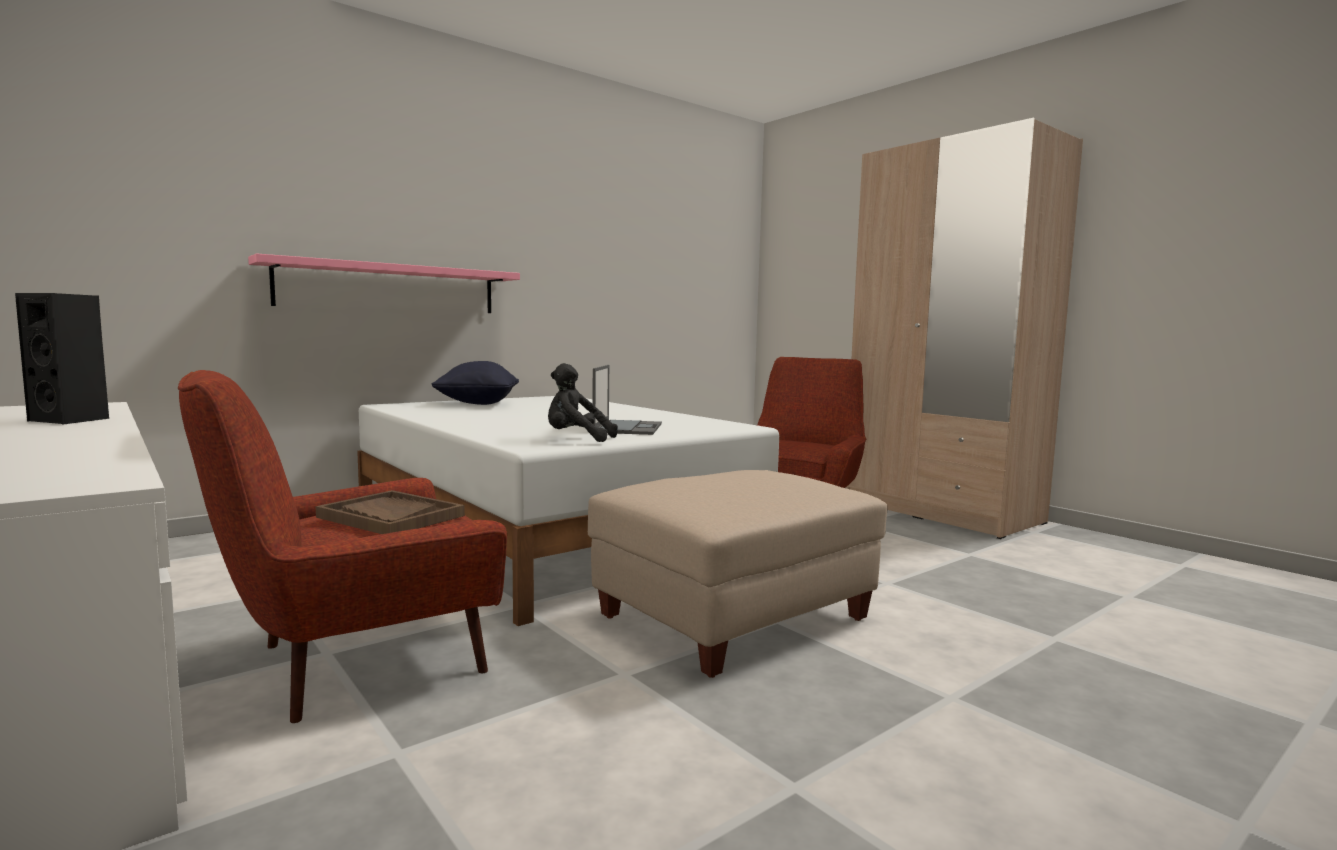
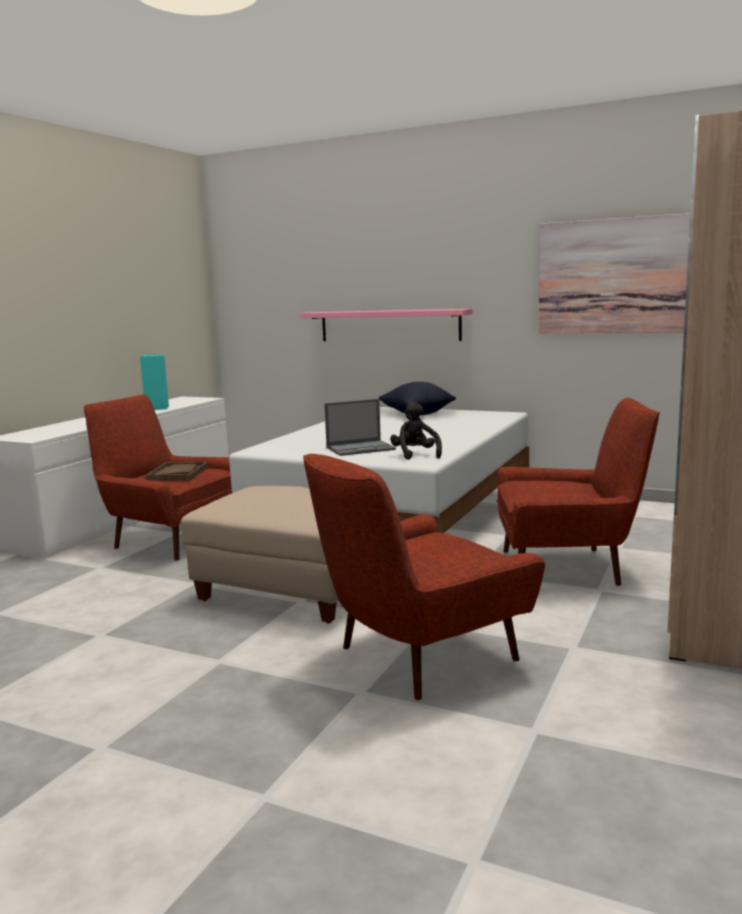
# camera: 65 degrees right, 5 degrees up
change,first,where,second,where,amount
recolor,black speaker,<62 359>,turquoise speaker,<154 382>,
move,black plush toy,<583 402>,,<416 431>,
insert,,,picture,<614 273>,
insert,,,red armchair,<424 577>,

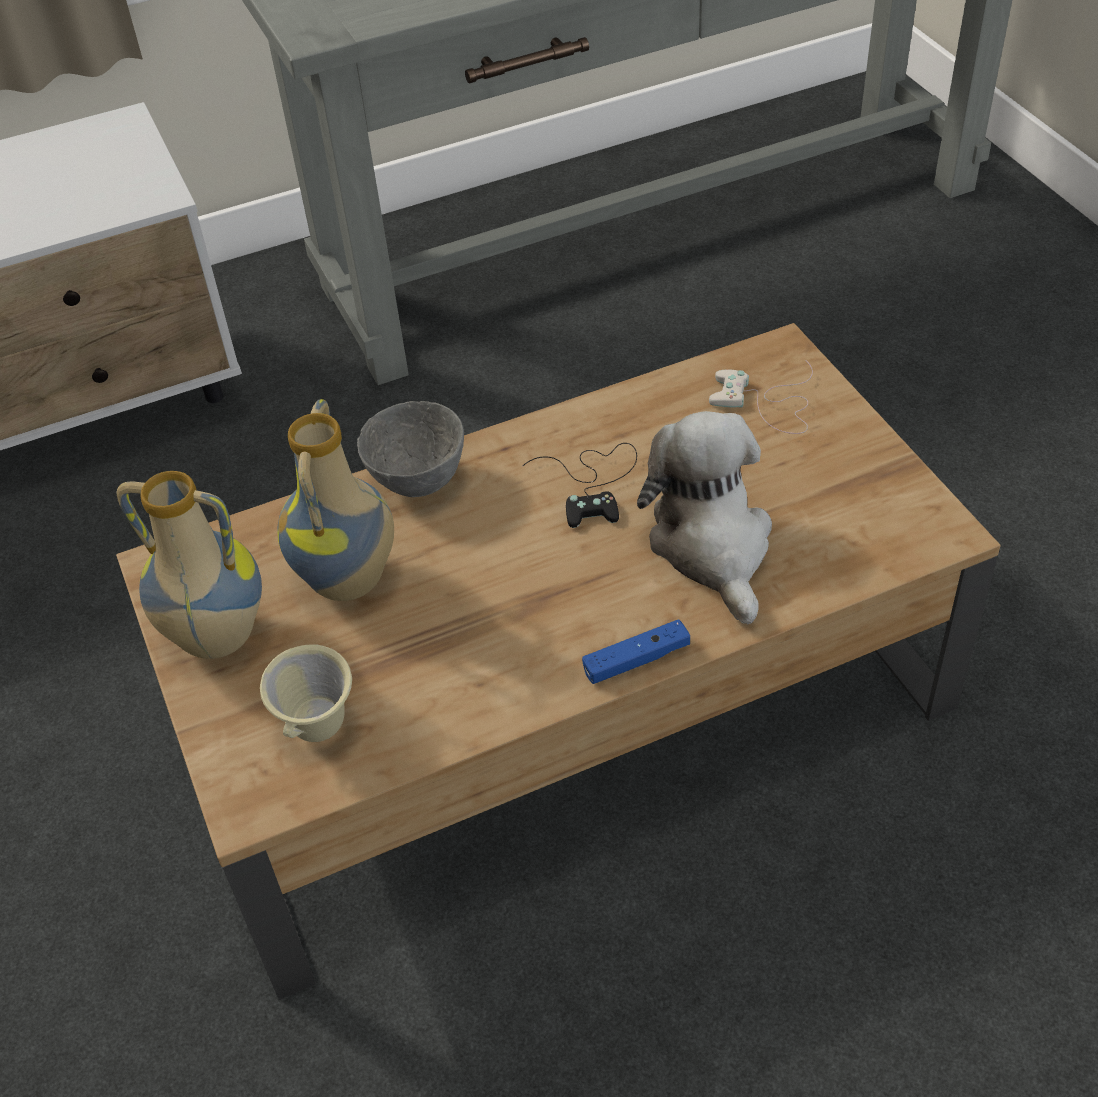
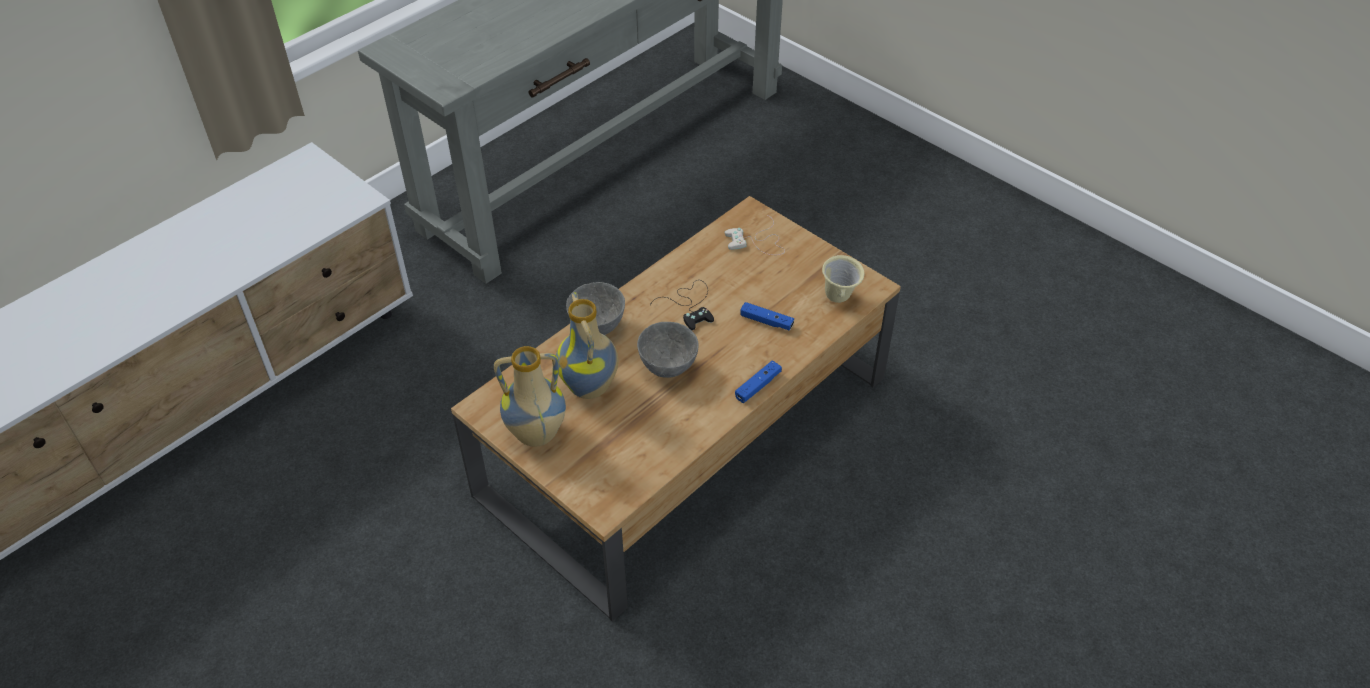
# camera: 25 degrees left, 0 degrees up
change,first,where,second,where,amount
replace,plush toy,<704 518>,blue game controller,<767 316>,
move,beige mug,<306 693>,,<843 279>,
insert,,,grey bowl,<668 350>,

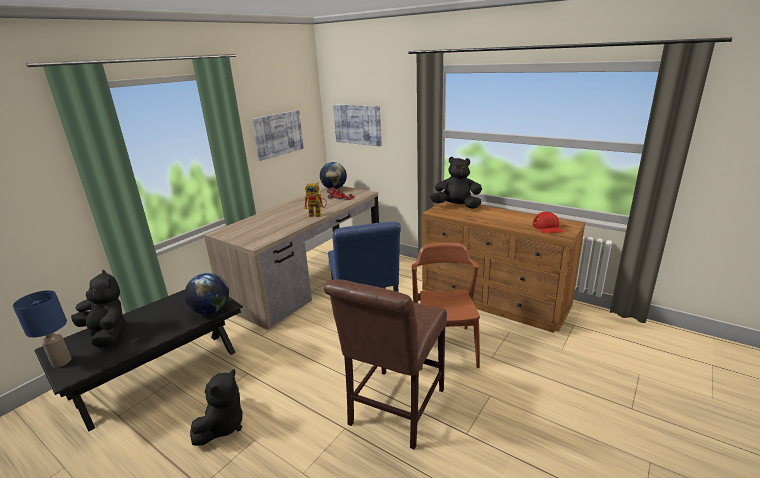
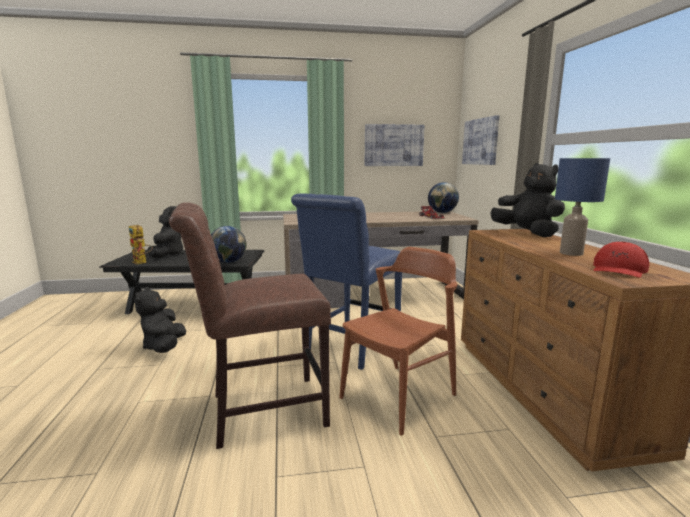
# camera: 45 degrees right, 10 degrees down
change,first,where,second,where,amount
move,toy robot,<315 199>,,<141 245>,
move,blue table lamp,<42 329>,,<582 207>,
rotate,black plush toy,<216 407>,,<160 320>,105 degrees clockwise

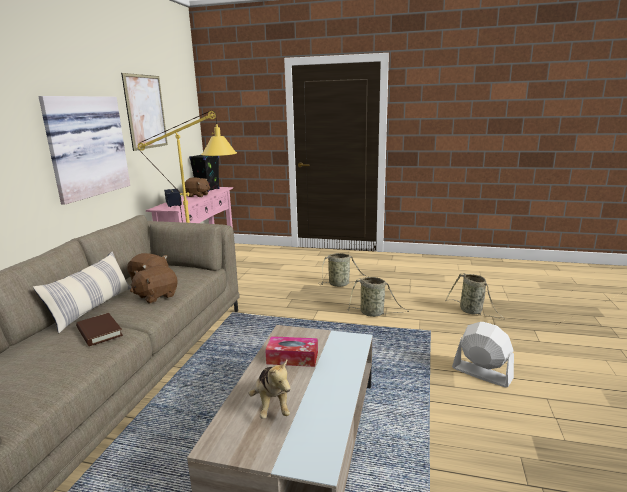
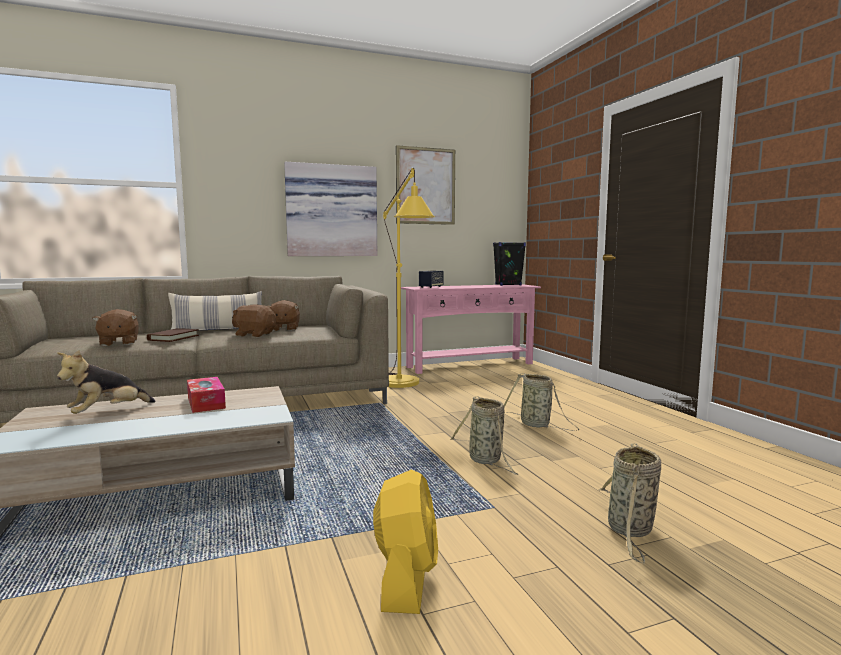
# camera: 55 degrees right, 10 degrees down
change,first,where,second,where,amount
move,brown plush toy,<197 187>,,<115 327>,
recolor,white fan,<483 354>,yellow fan,<405 541>,

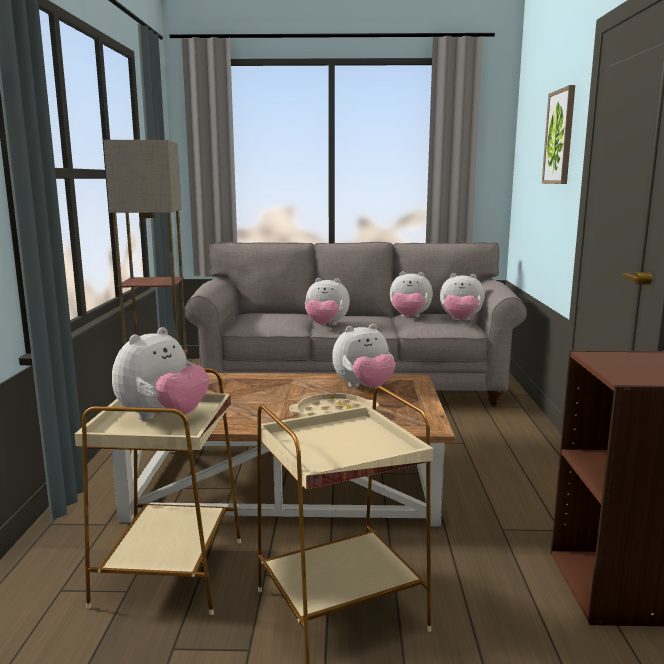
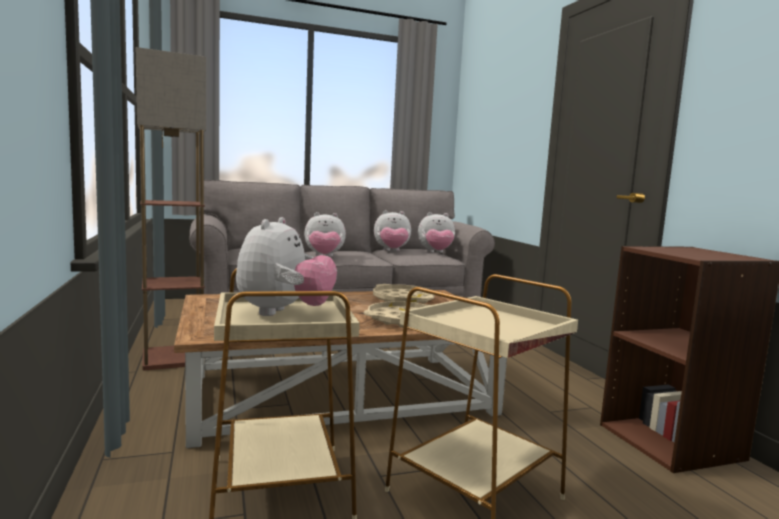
# camera: 20 degrees left, 5 degrees down
change,first,where,second,where,amount
delete,picture,<558 134>,,,
replace,plush toy,<364 356>,beige tray,<404 294>,

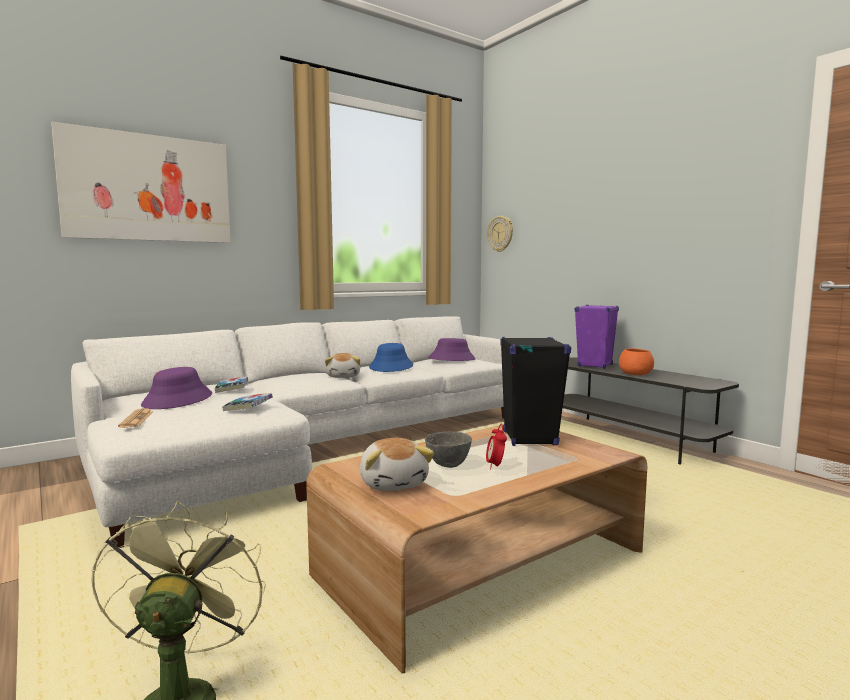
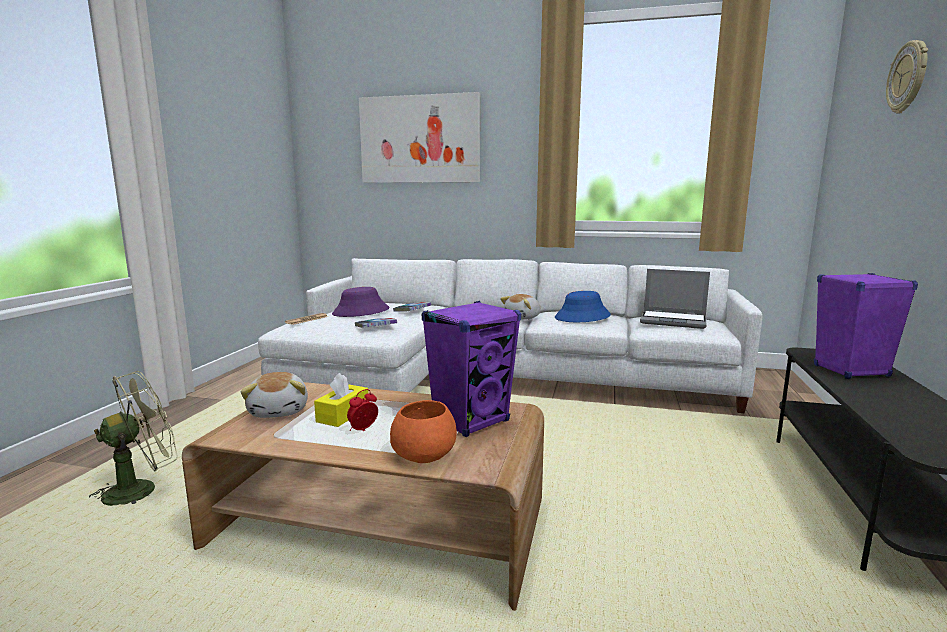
# camera: 50 degrees right, 5 degrees up
change,first,where,second,where,amount
move,wall clock,<500 234>,,<907 77>,
recolor,black speaker,<536 391>,purple speaker,<471 369>,
replace,purple hat,<452 349>,laptop,<675 299>,
move,orange bowl,<636 361>,,<423 431>,
replace,grey bowl,<448 450>,yellow tissue box,<341 400>,
rotate,plush toy,<397 464>,,<274 395>,45 degrees counterclockwise

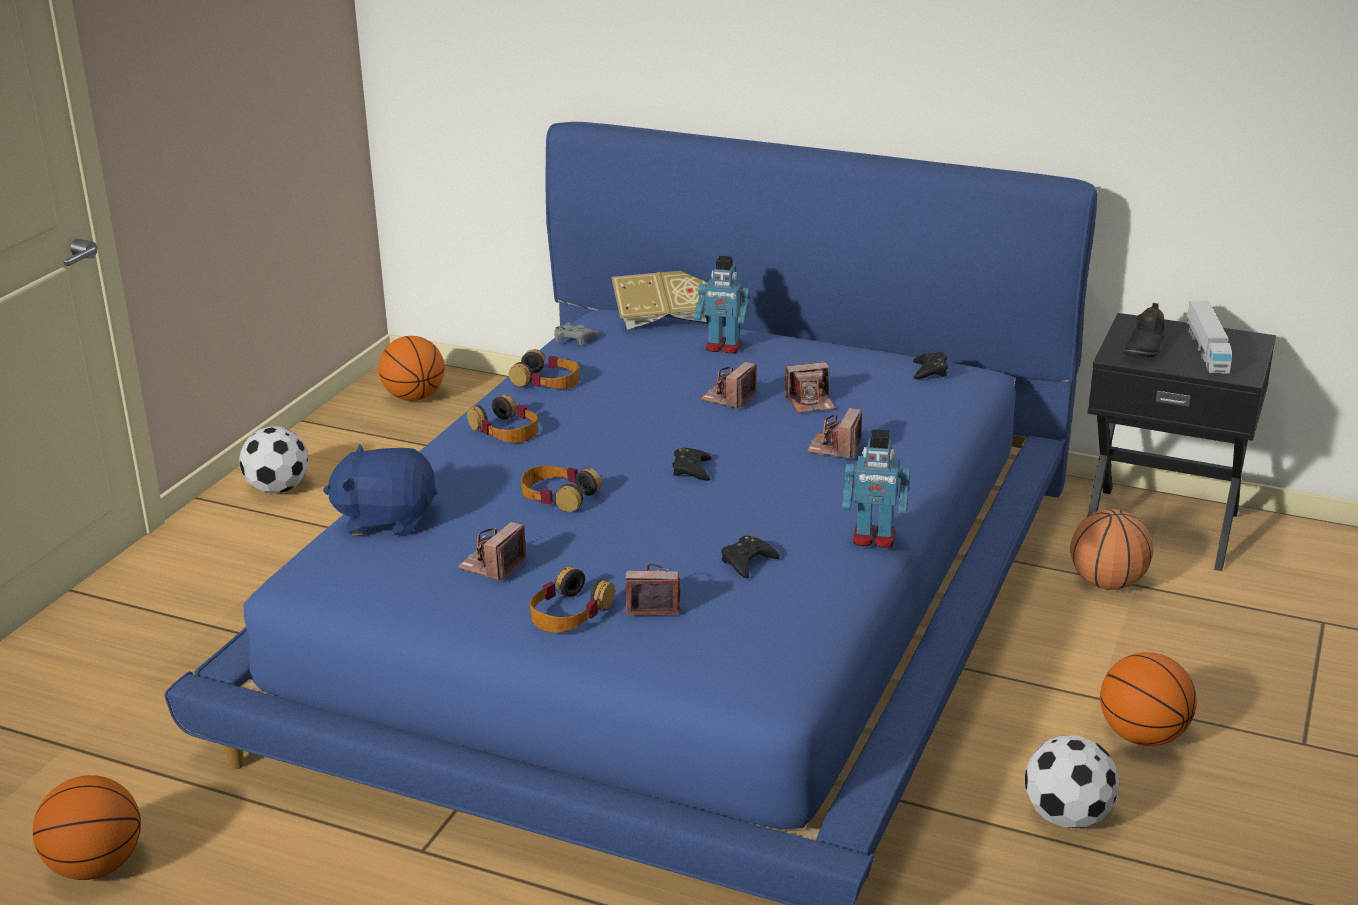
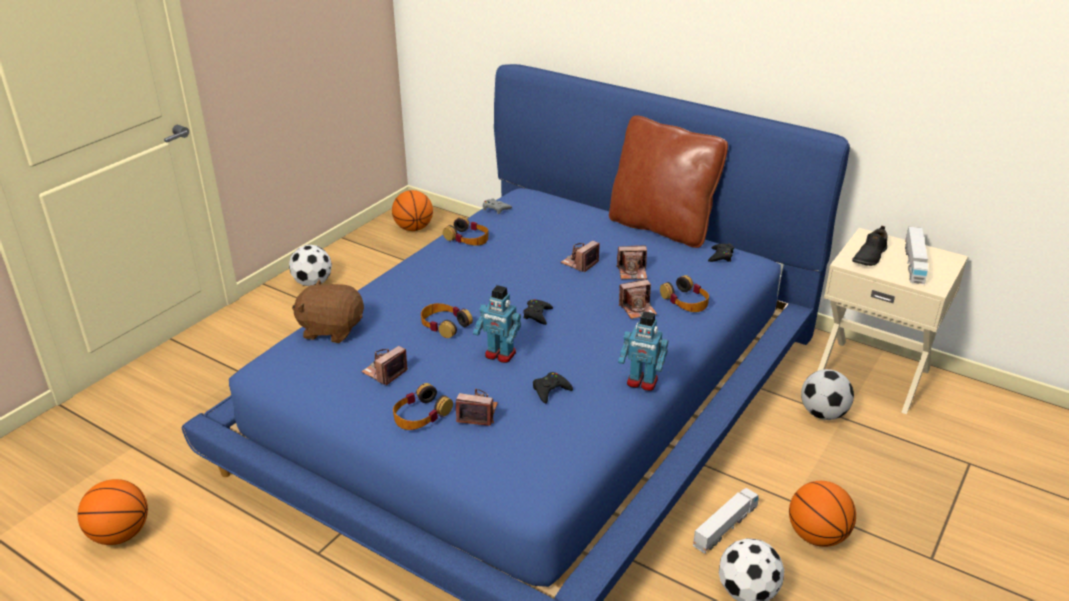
# camera: 10 degrees right, 5 degrees up
change,first,where,second,where,amount
move,toy robot,<722 305>,,<497 324>,
delete,book,<659 300>,,,
recolor,black nightstand,<1181 442>,beige nightstand,<892 321>,
move,headphones,<502 419>,,<684 293>,
rotate,photo camera,<834 433>,,<638 299>,135 degrees counterclockwise
recolor,blue plush toy,<380 490>,brown plush toy,<328 311>,
replace,basketball,<1112 549>,football,<827 394>,
insert,,,brown pillow,<668 181>,
insert,,,toy truck,<725 521>,

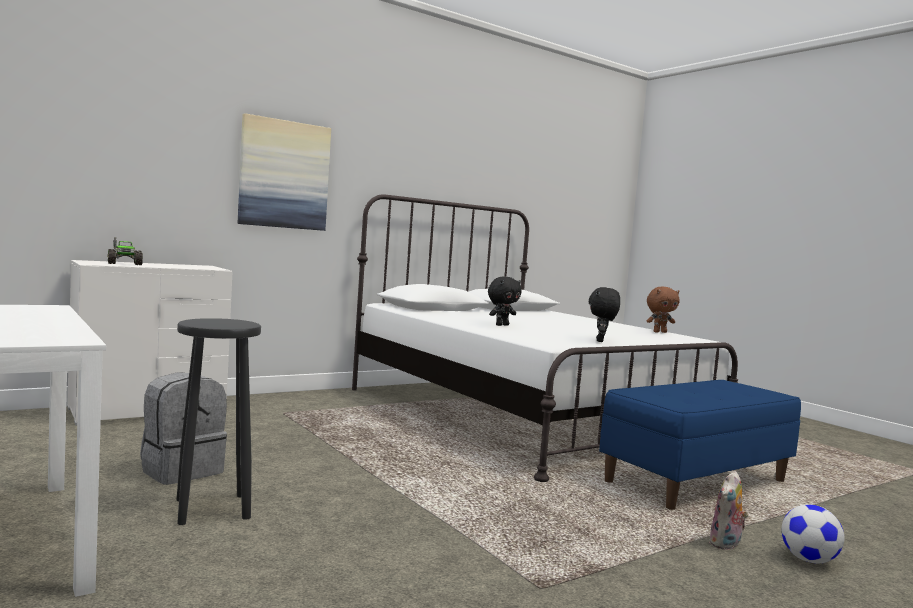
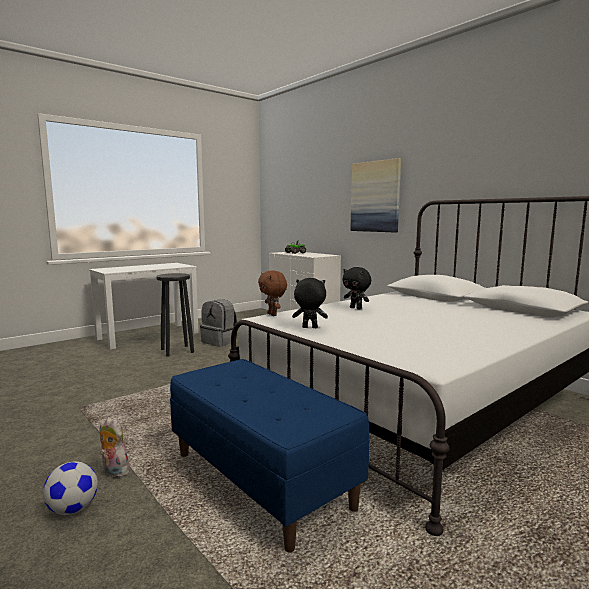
# camera: 85 degrees right, 5 degrees up
change,first,where,second,where,amount
move,brown plush toy,<662 310>,,<272 293>,

